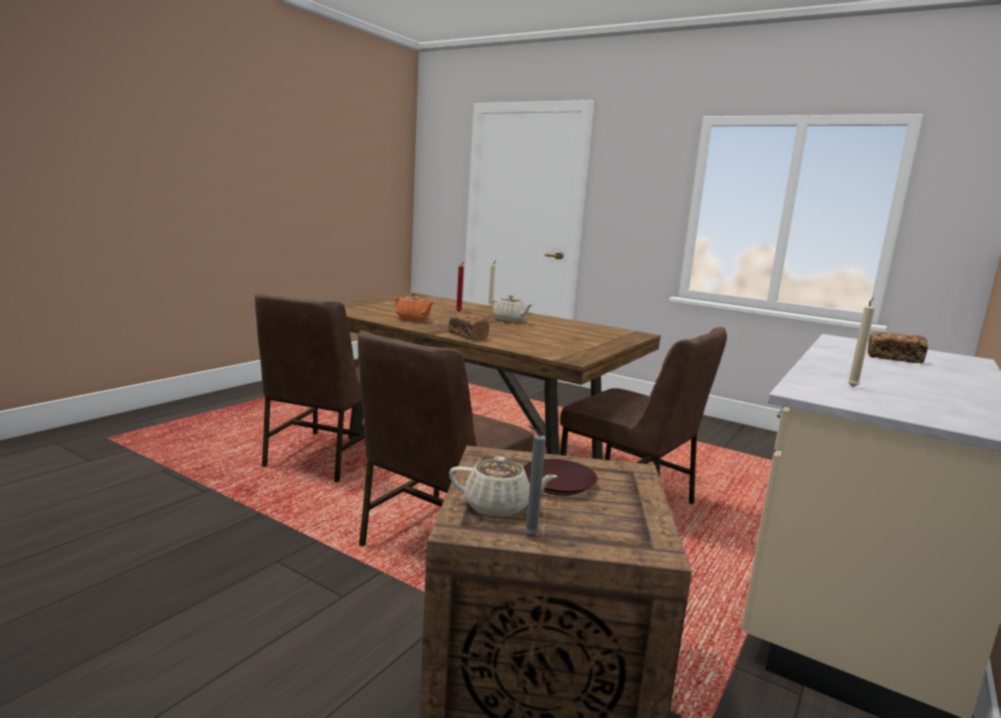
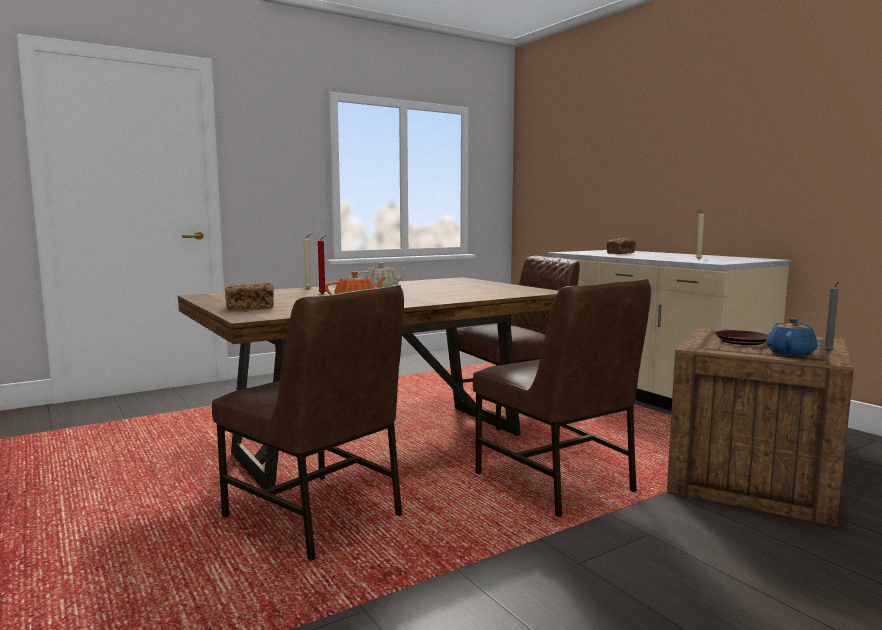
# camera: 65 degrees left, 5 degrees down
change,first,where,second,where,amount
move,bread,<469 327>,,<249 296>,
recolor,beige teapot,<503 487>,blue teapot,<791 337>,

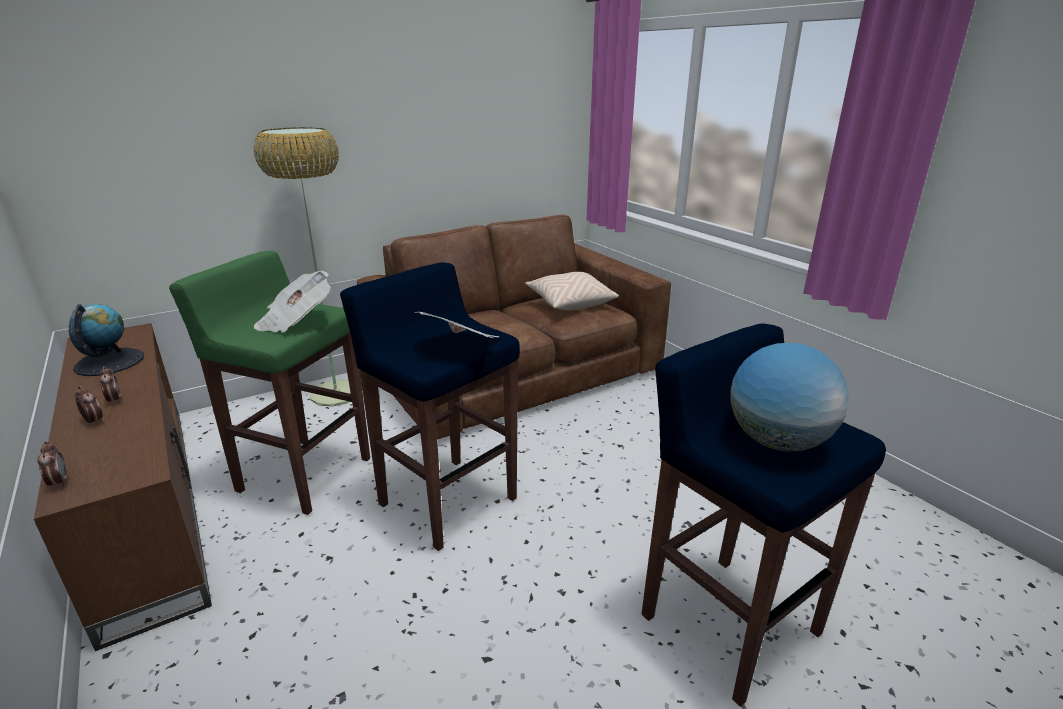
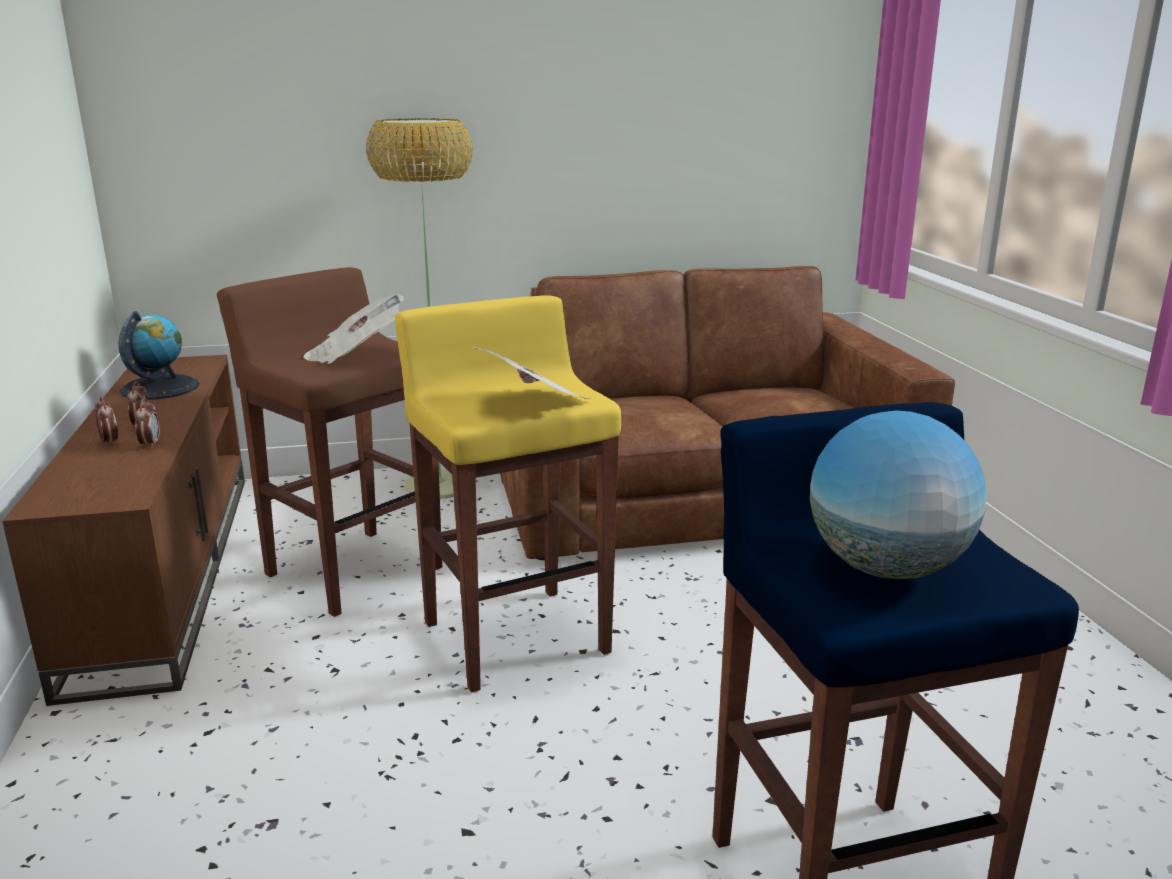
# camera: 20 degrees right, 5 degrees down
change,first,where,second,where,amount
recolor,green stool,<269 383>,brown stool,<329 442>,
recolor,blue stool,<430 407>,yellow stool,<508 494>,
delete,beige pillow,<572 291>,,,
move,alarm clock,<52 465>,,<147 423>,

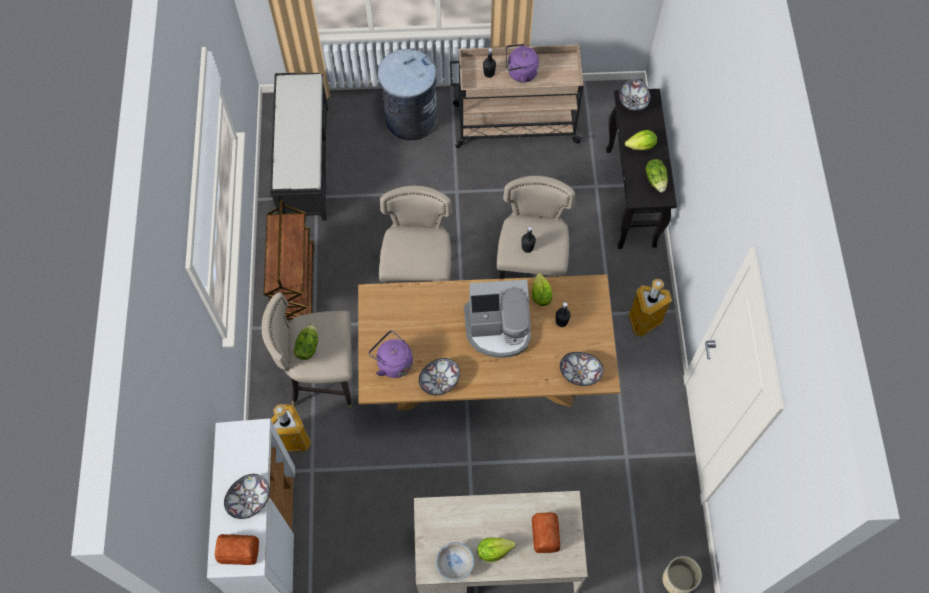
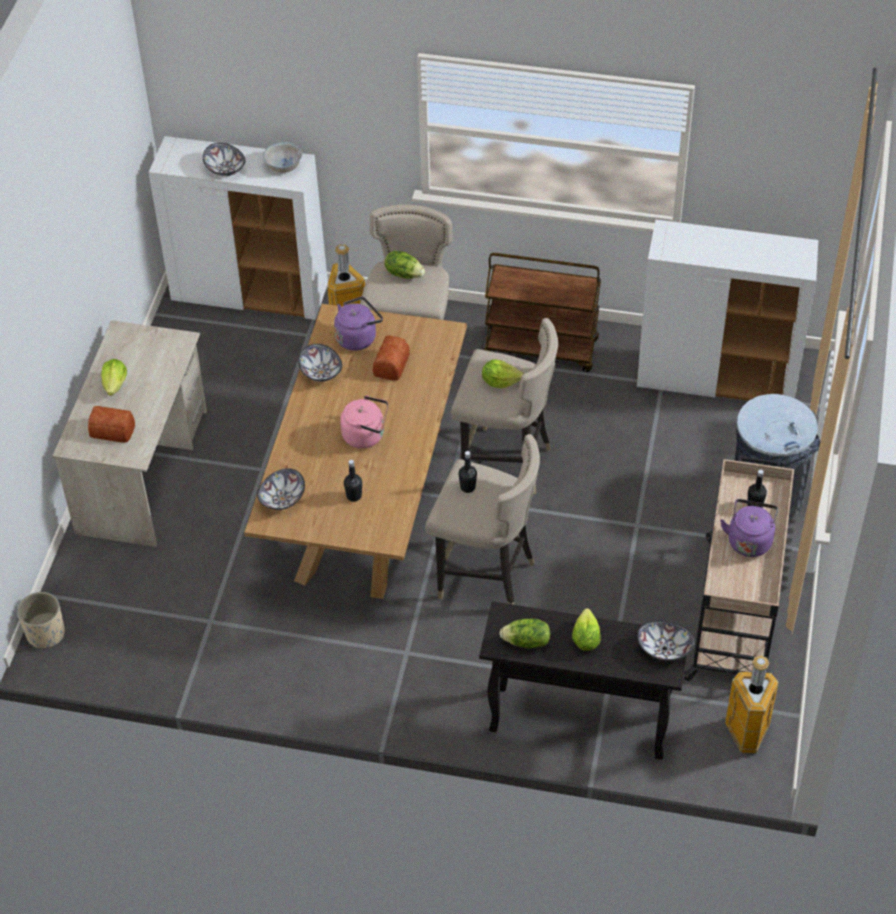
# camera: 105 degrees right, 15 degrees down
change,first,where,second,where,amount
replace,black bench,<299 147>,white cabinet,<727 310>,
move,lettuce,<542 289>,,<503 373>,
replace,coffee machine,<497 318>,pink kettle,<364 421>,
move,trash can,<650 308>,,<751 704>,
move,bread,<237 549>,,<391 358>,
move,white bowl,<455 561>,,<282 157>,

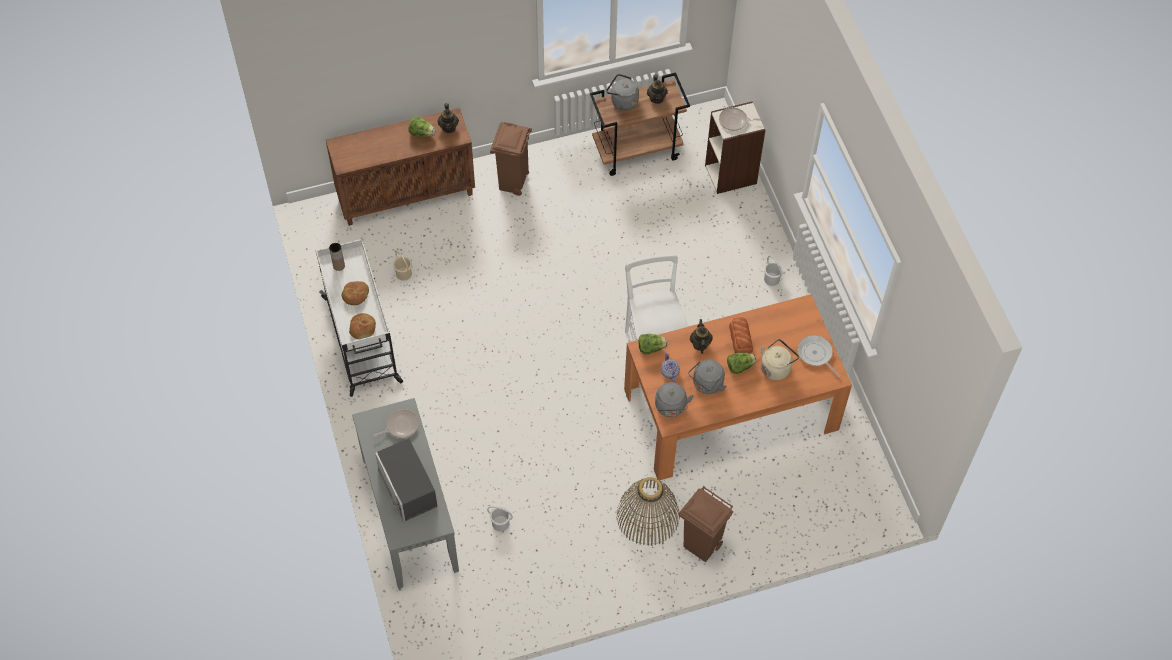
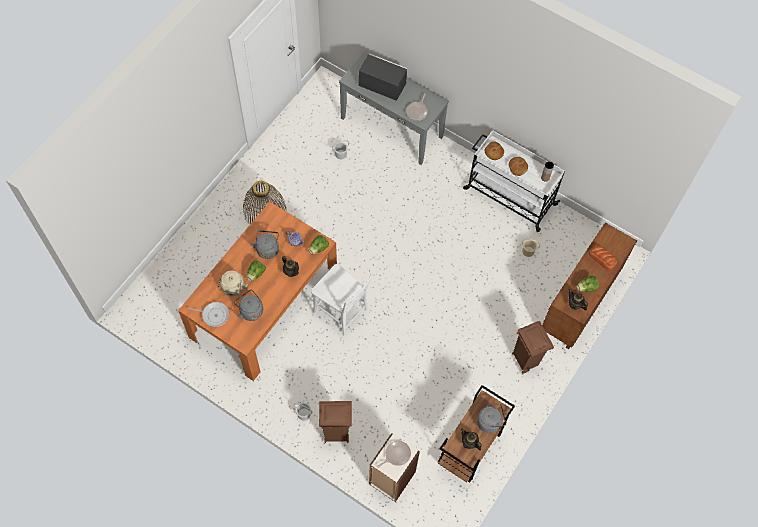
# camera: 140 degrees right, 5 degrees up
change,first,where,second,where,amount
move,bread,<741 335>,,<603 258>,
move,grey kettle,<674 399>,,<248 305>,
move,brown trash can,<706 524>,,<335 422>,

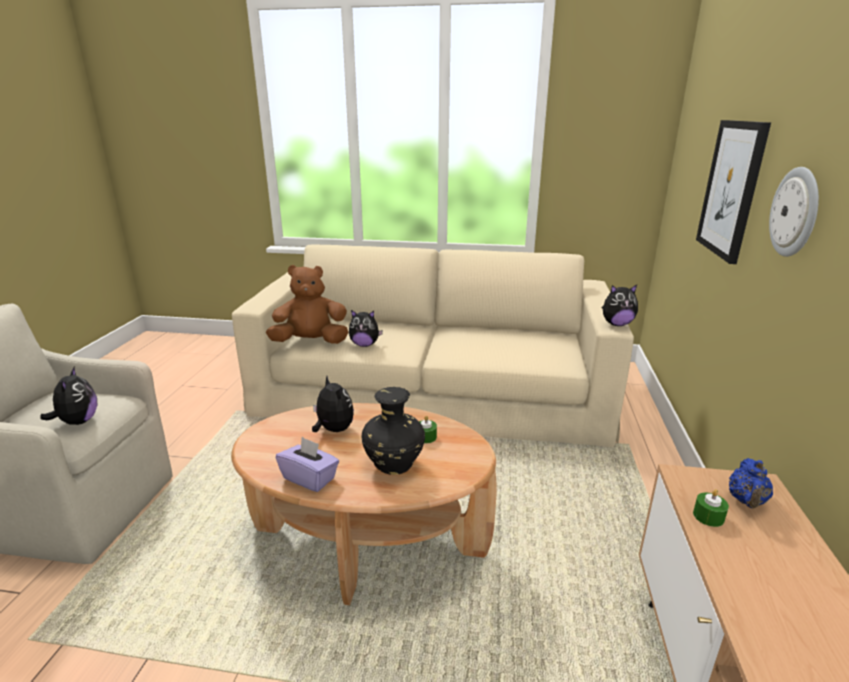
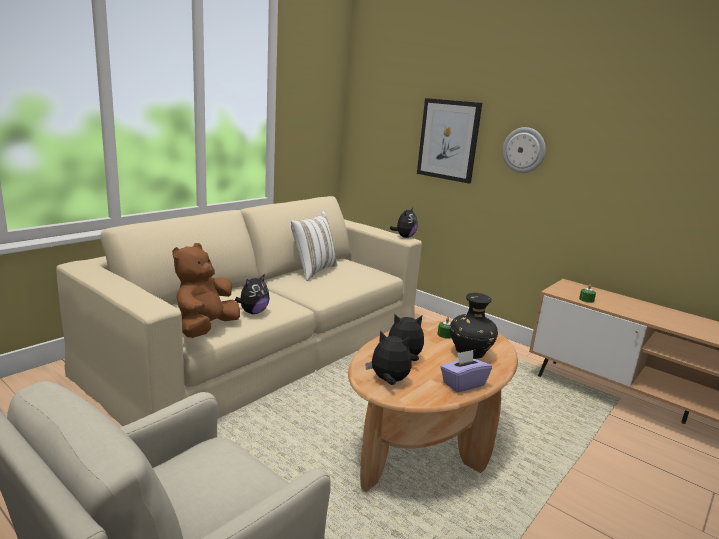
# camera: 60 degrees left, 5 degrees down
change,first,where,second,where,amount
move,plush toy,<69 396>,,<388 357>,
delete,blue teapot,<751 483>,,,
insert,,,white pillow,<314 246>,

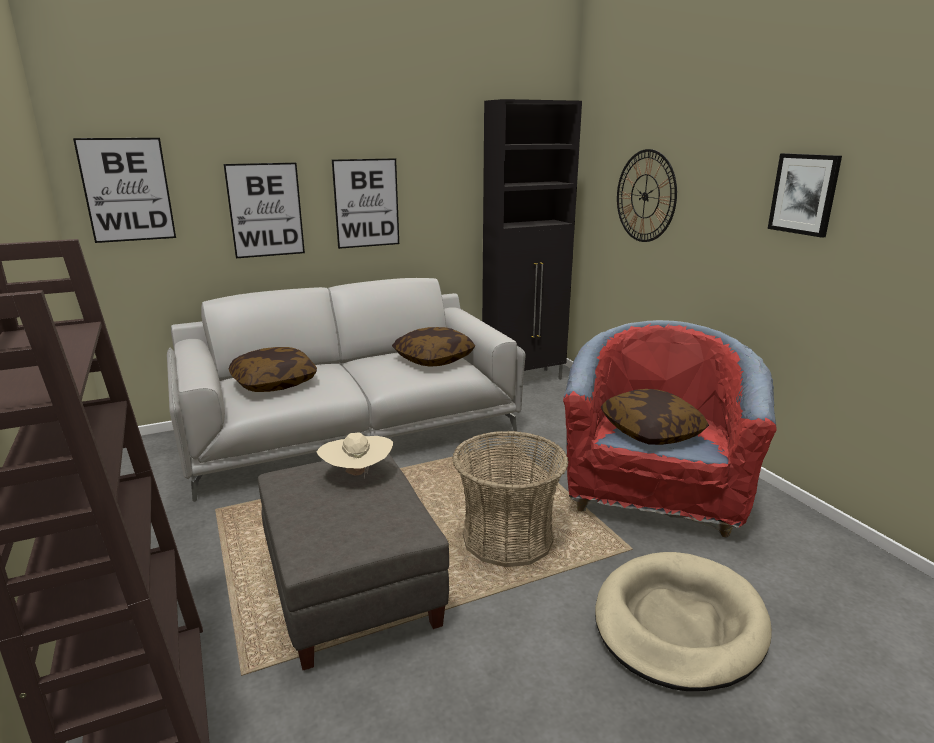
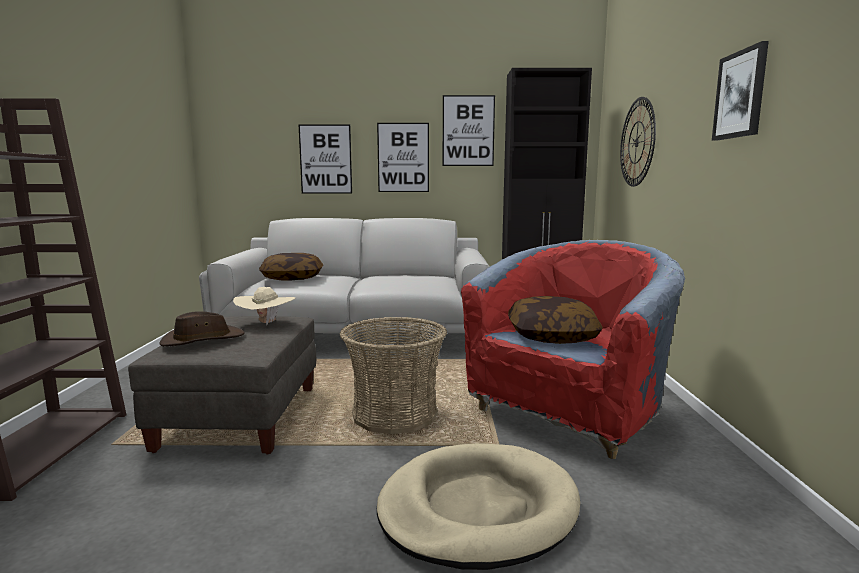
# camera: 25 degrees right, 10 degrees down
change,first,where,second,where,amount
move,picture,<124 190>,,<468 130>,
delete,pillow,<433 347>,,,
insert,,,brown hat,<202 328>,

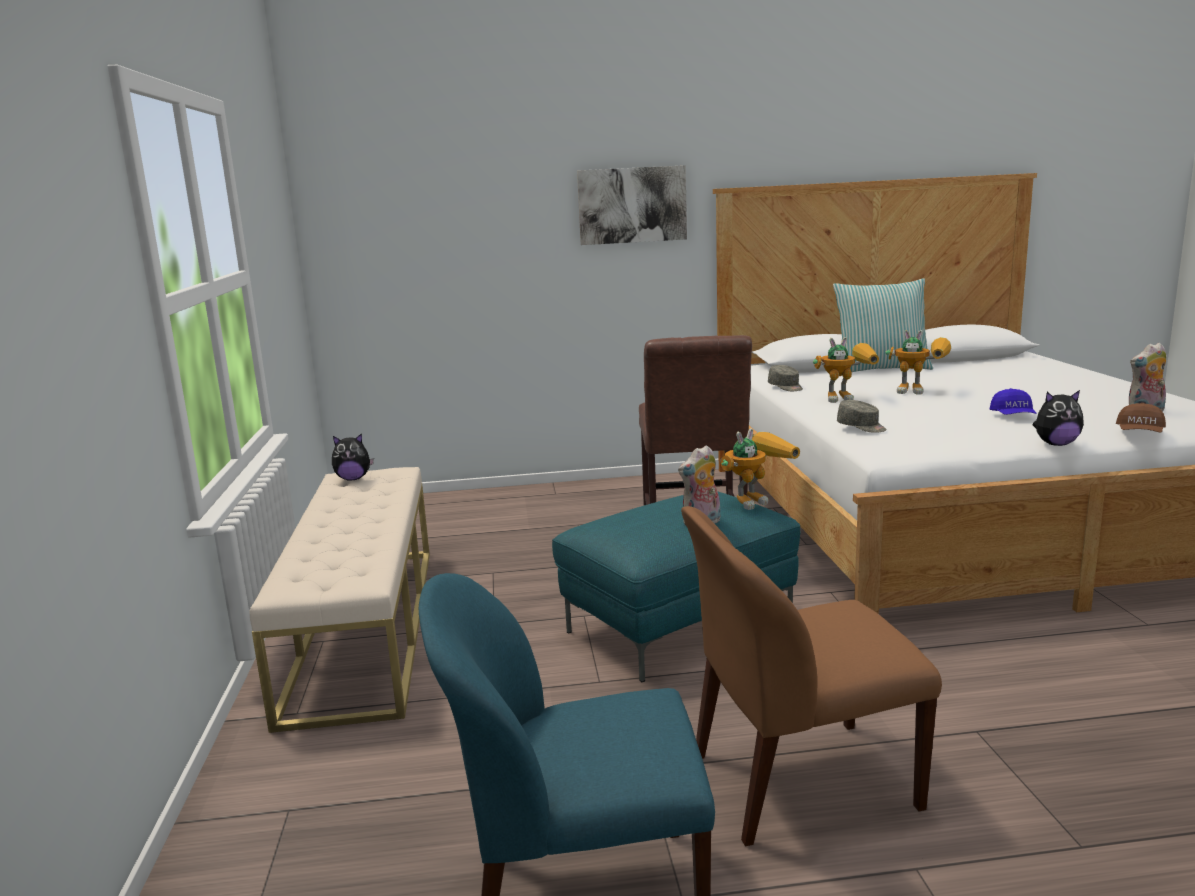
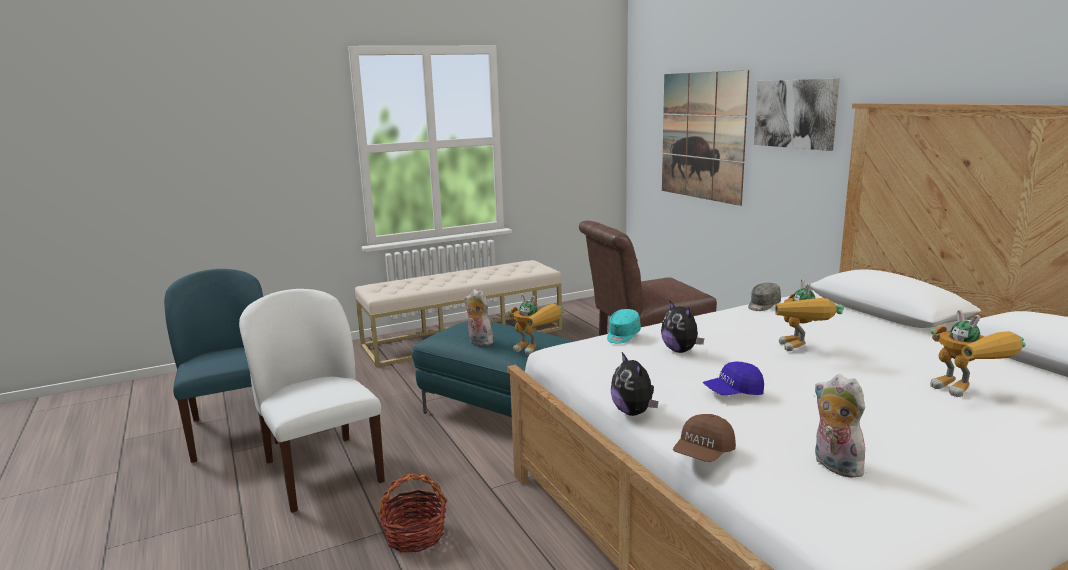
# camera: 70 degrees right, 0 degrees up
change,first,where,second,where,amount
delete,pillow,<883 325>,,,
move,toy robot,<846 370>,,<978 353>,
recolor,grey cap,<862 416>,turquoise cap,<624 326>,
rotate,brown cap,<1141 418>,,<704 438>,60 degrees counterclockwise
move,plush toy,<353 457>,,<682 327>,
recolor,brown chair,<811 676>,white chair,<312 401>,
insert,,,picture,<705 138>,
insert,,,basket,<412 513>,

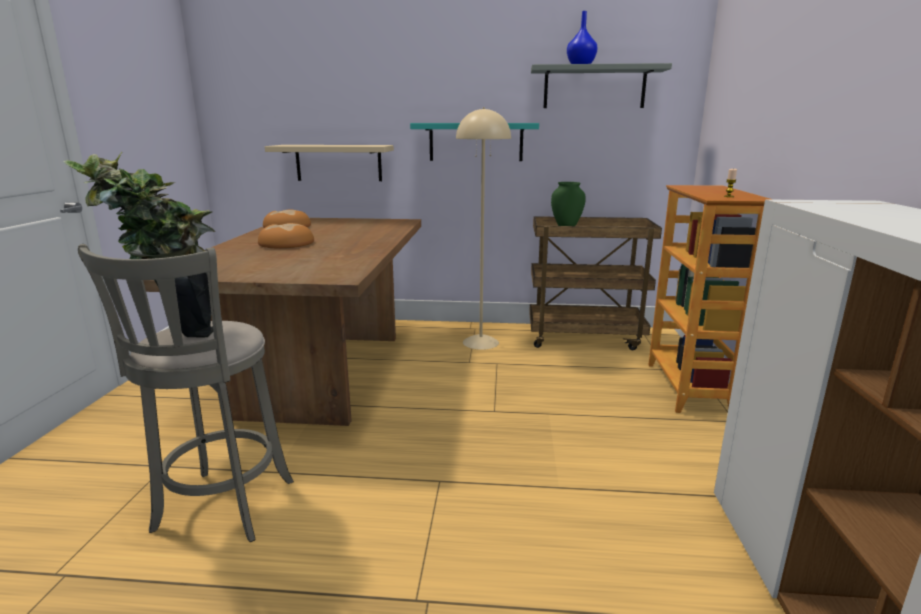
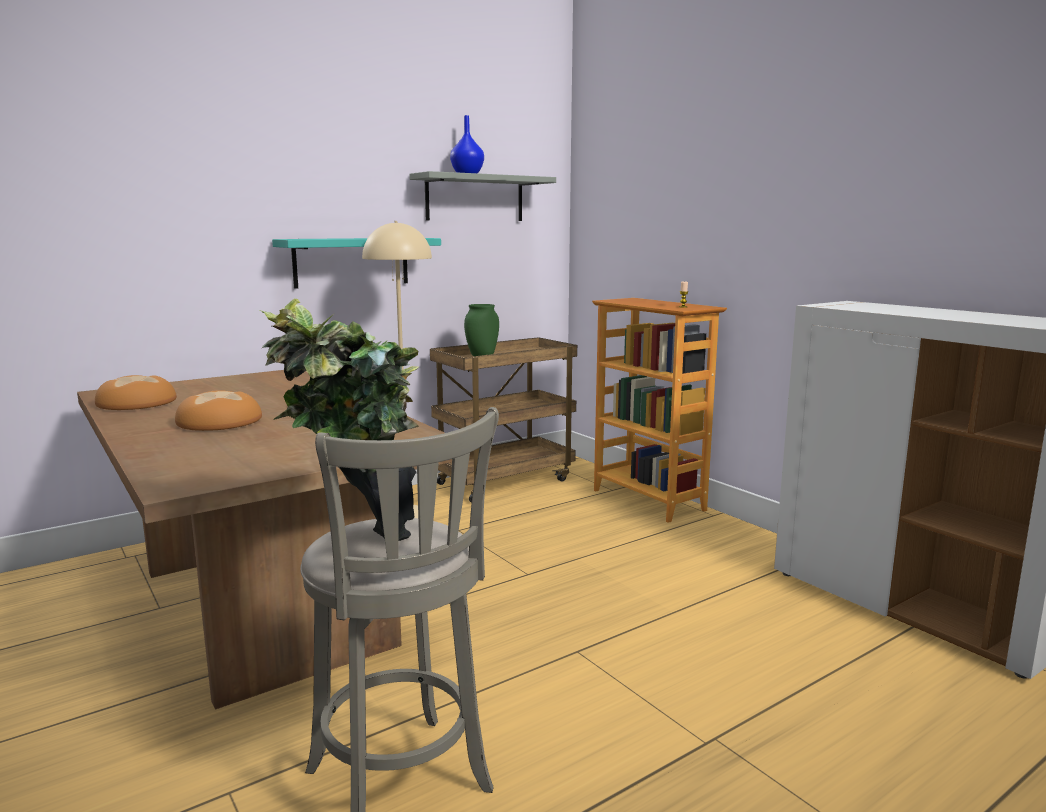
# camera: 40 degrees left, 5 degrees down
change,first,where,second,where,amount
delete,beige shelf,<329 163>,,,

